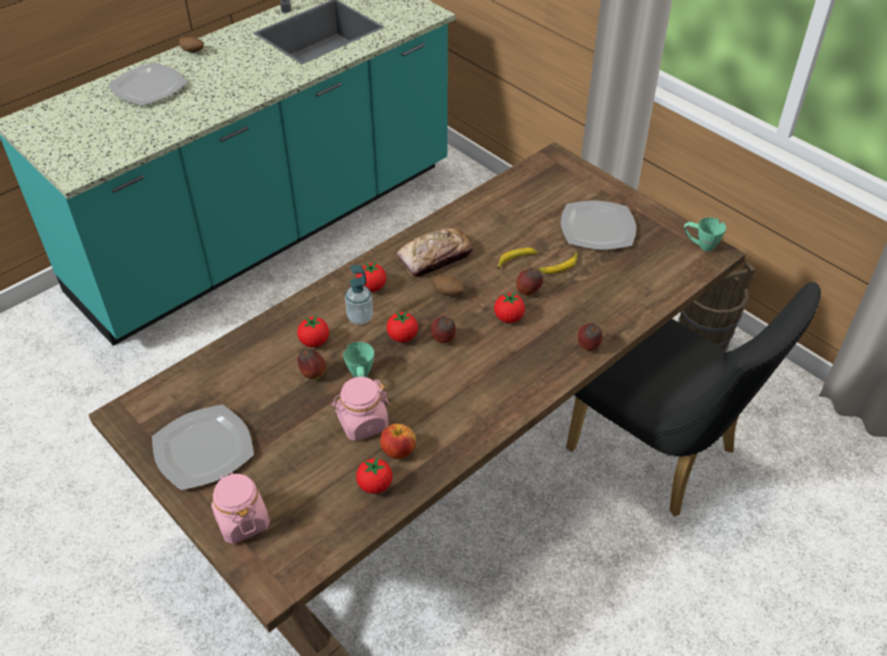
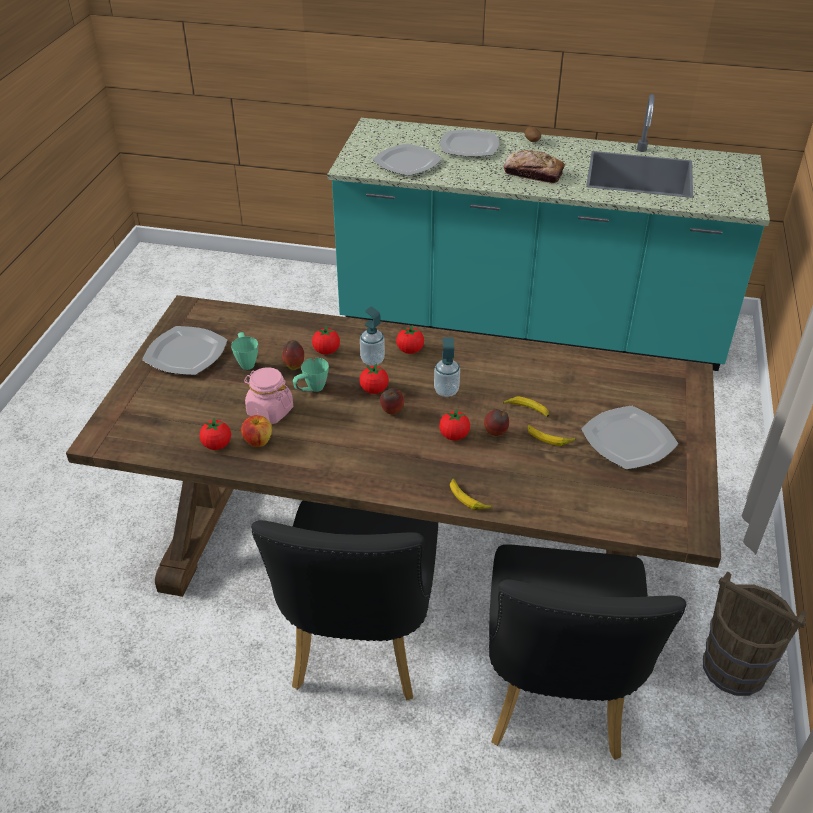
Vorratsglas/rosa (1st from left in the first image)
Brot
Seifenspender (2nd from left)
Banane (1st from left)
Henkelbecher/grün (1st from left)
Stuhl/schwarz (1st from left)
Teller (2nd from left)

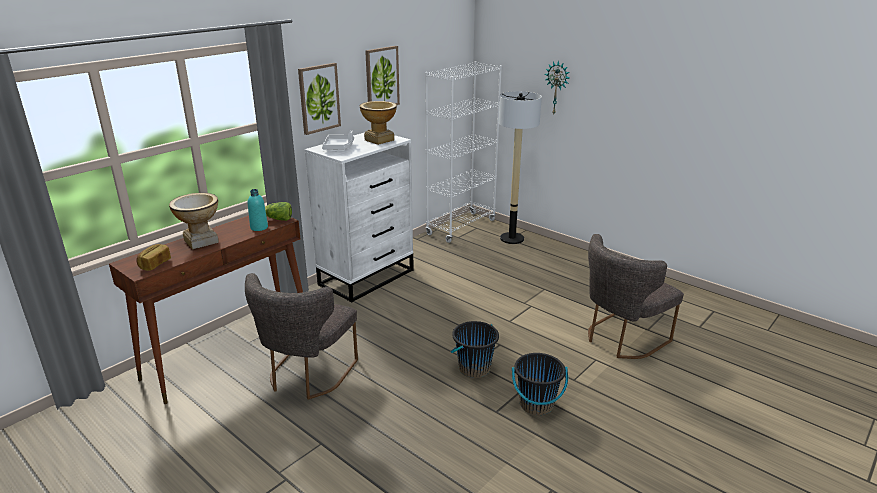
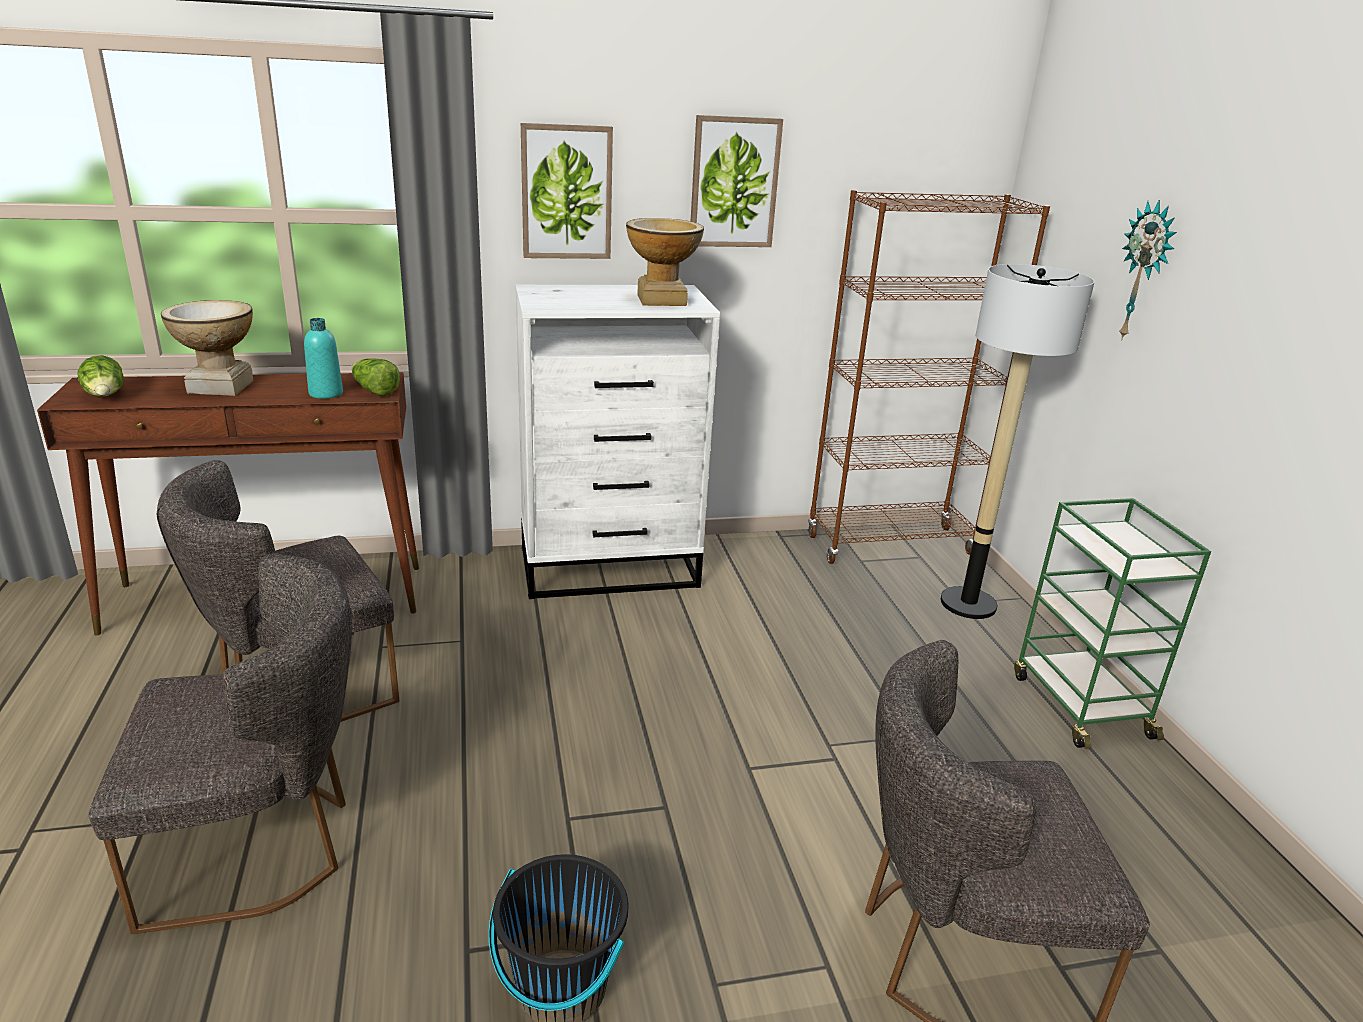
Salatkopf (1st from left)
Tablett/weiß
Bücherregal/braun
Eimer/schwarz (1st from left in the first image)
Stuhl/grau (1st from left)
Rollwagen/grün

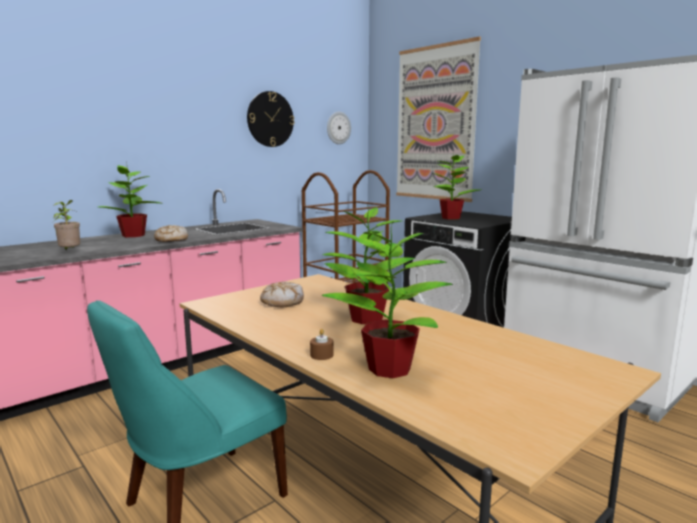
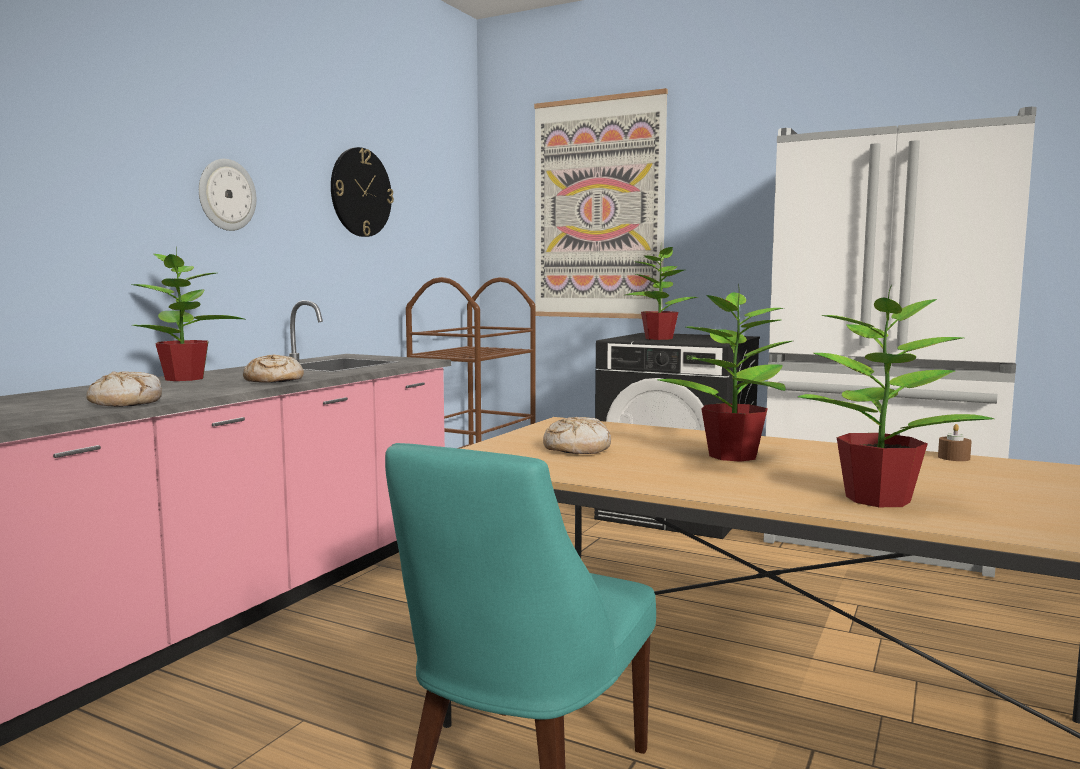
Brot (1st from left)
Kerze/braun
Wanduhr (1st from left)

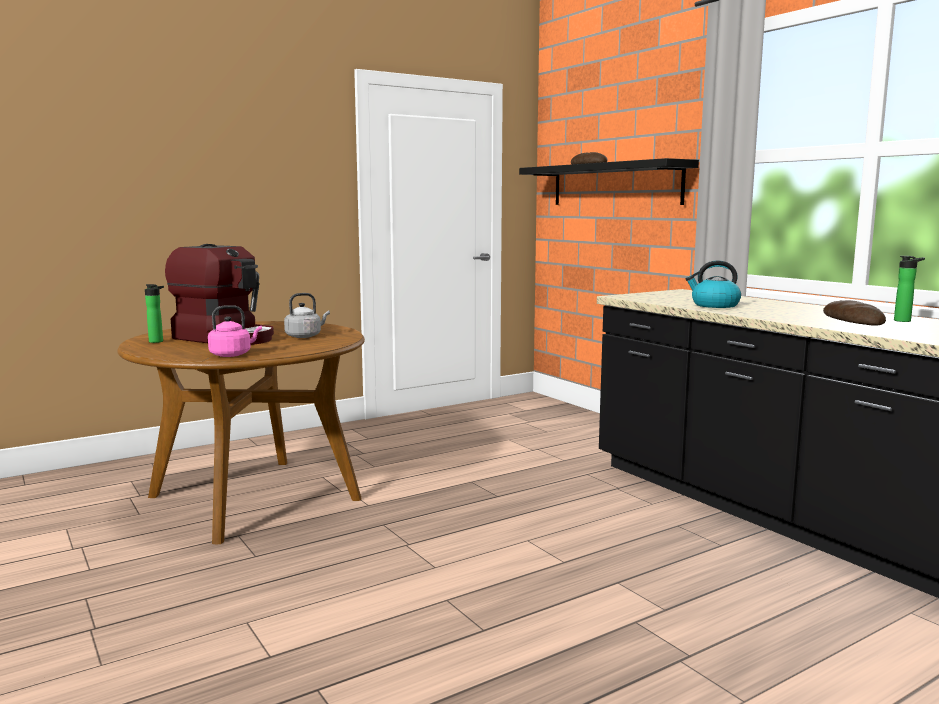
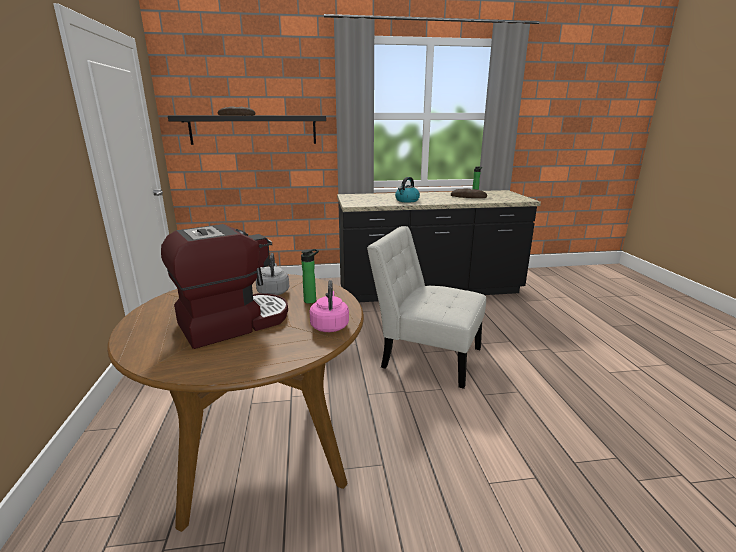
Flasche (1st from left)
Stuhl/weiß

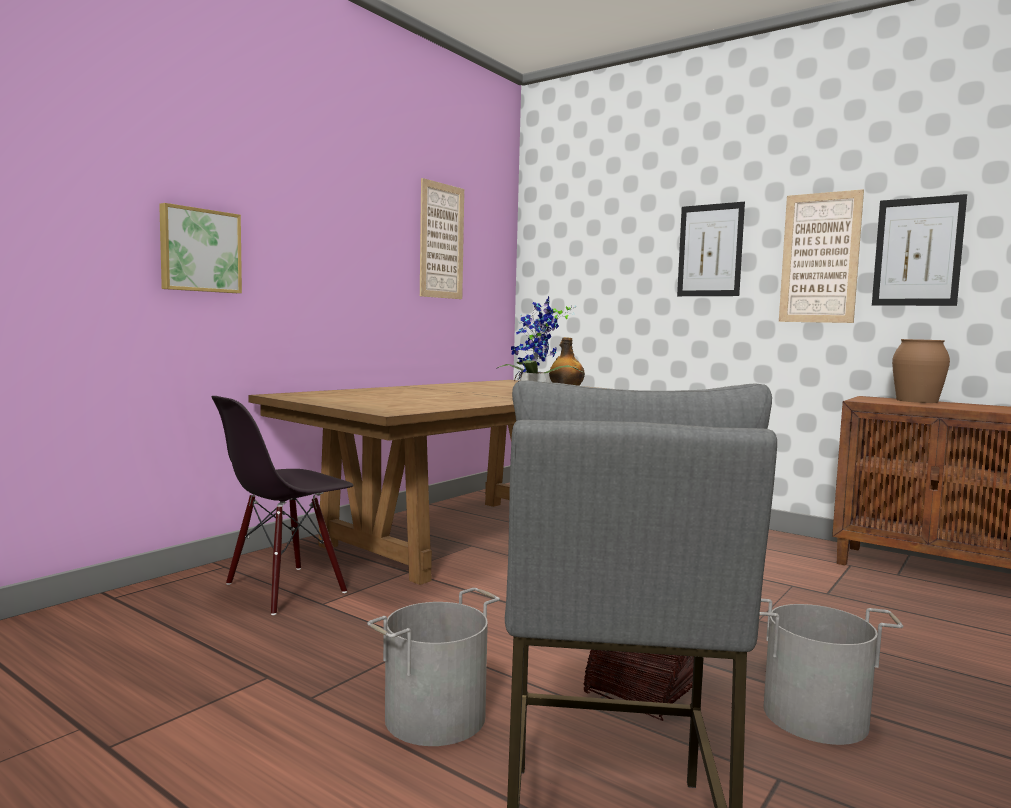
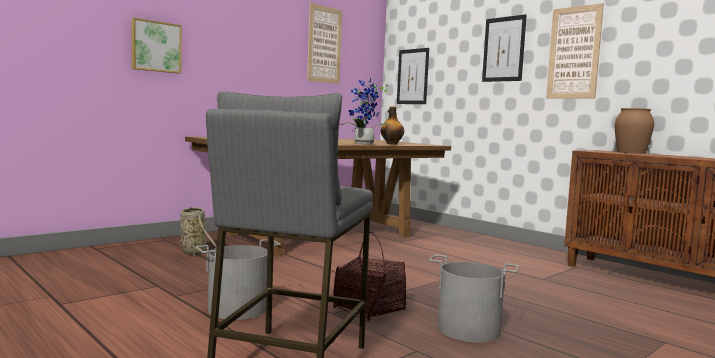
Korb (1st from left)
Bild (3rd from left)

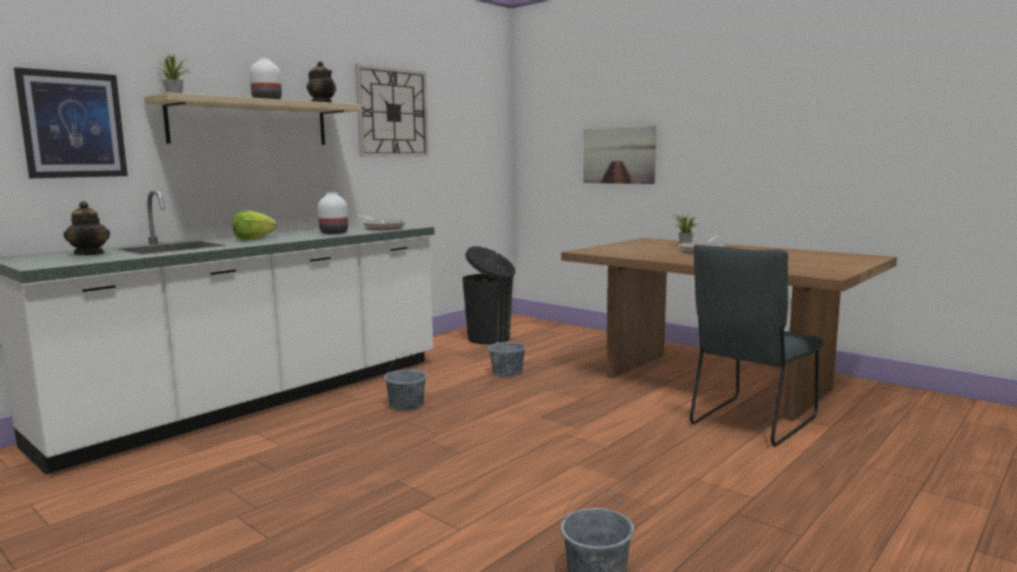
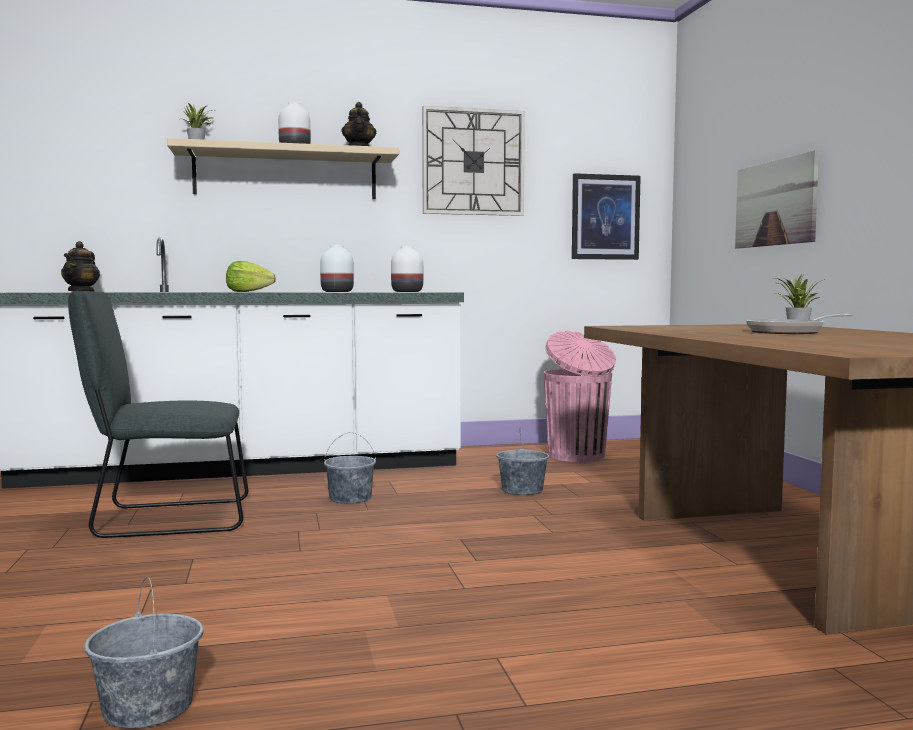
Bild (1st from left)
Vase/weiß (3rd from left)
Mülleimer/rosa
Stuhl/grau

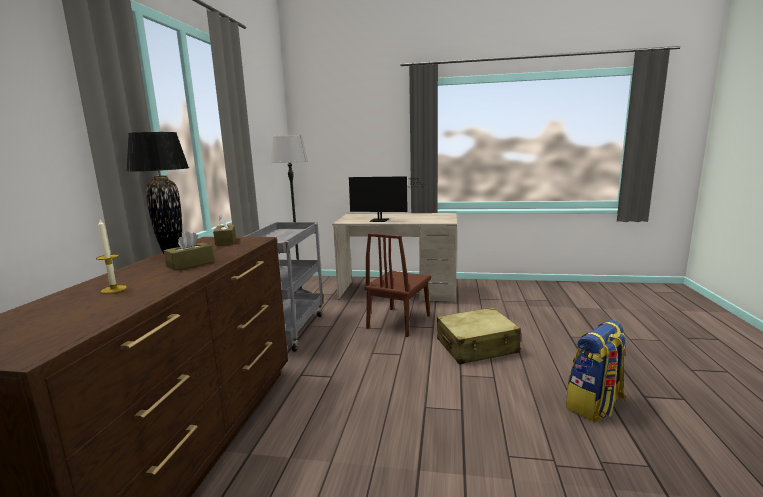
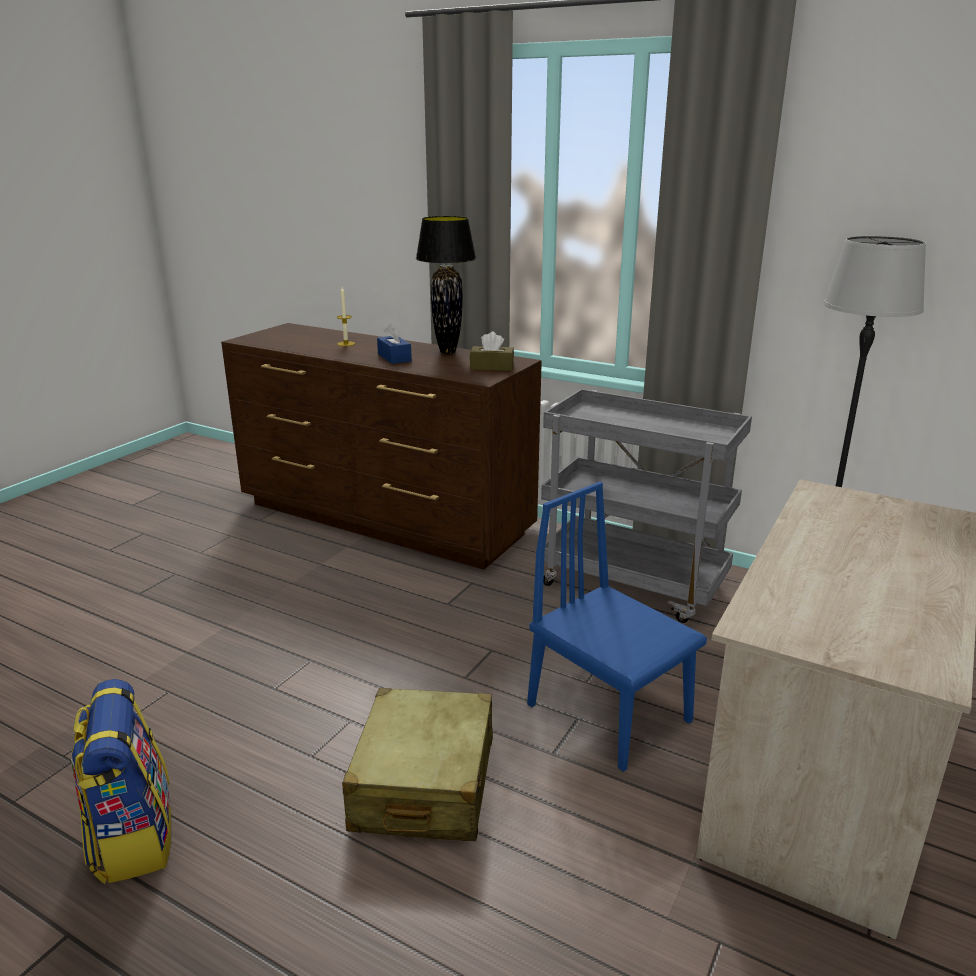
Taschentuchbox/blau
Monitor
Stuhl/blau

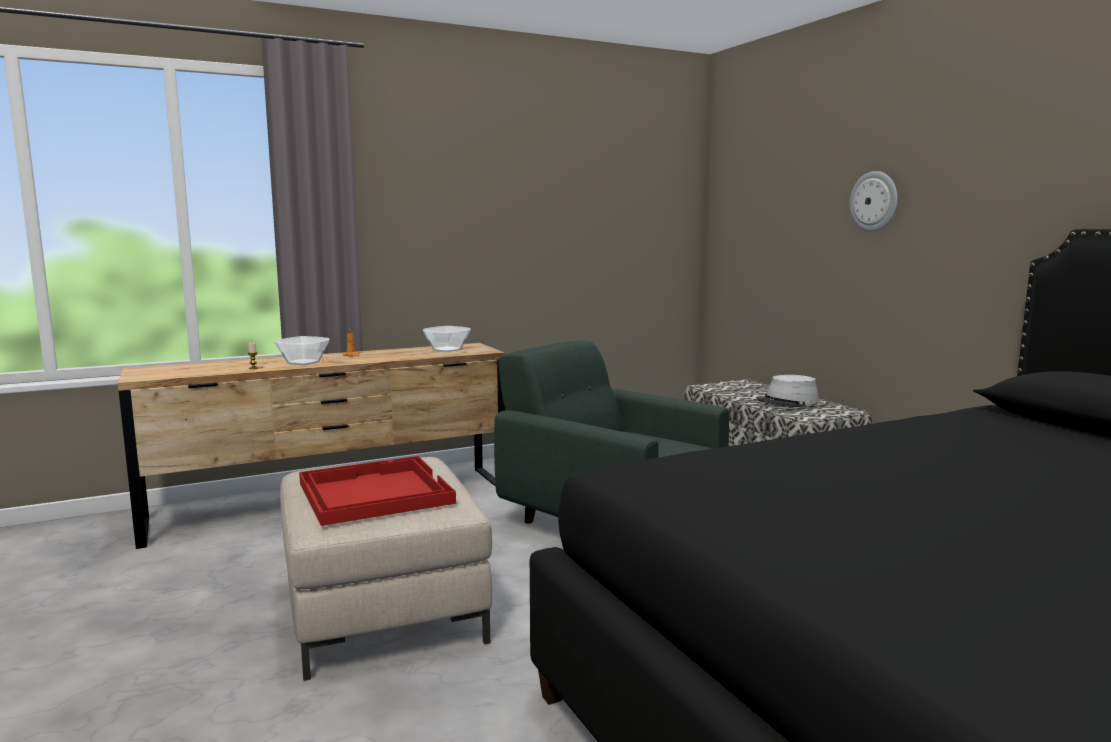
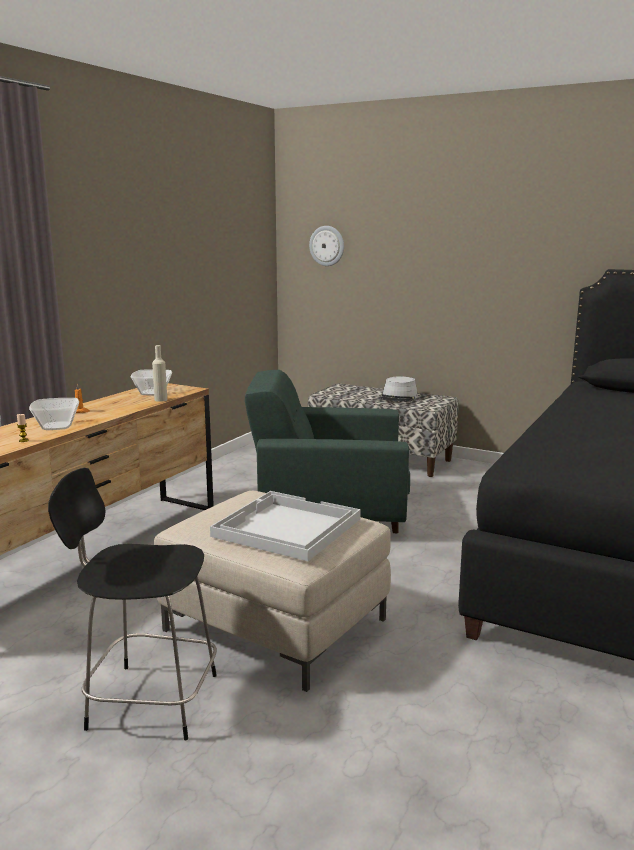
Tablett/weiß
Wanduhr
Stuhl/schwarz
Flasche/beige

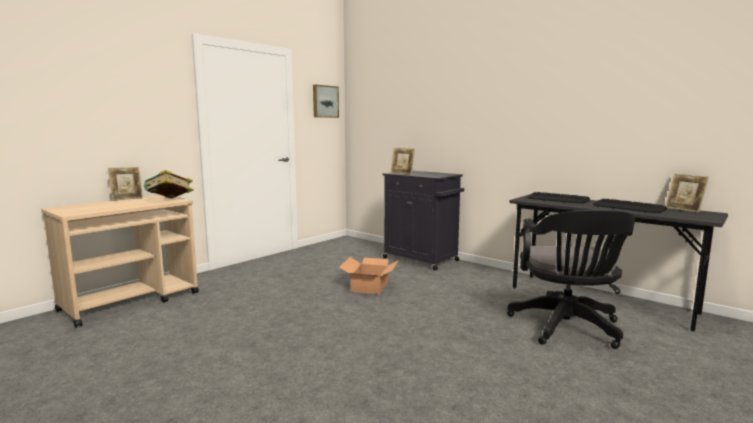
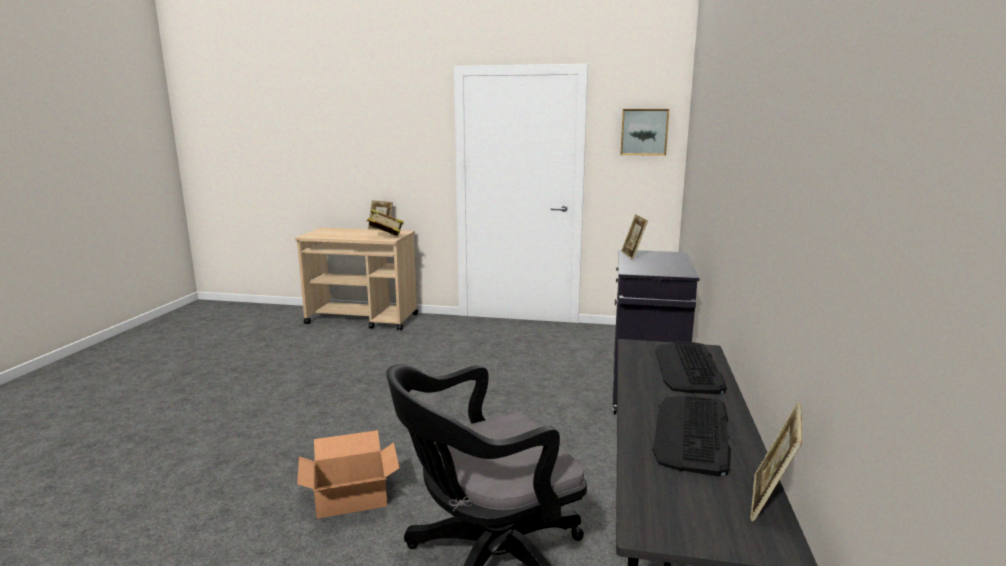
Karton

